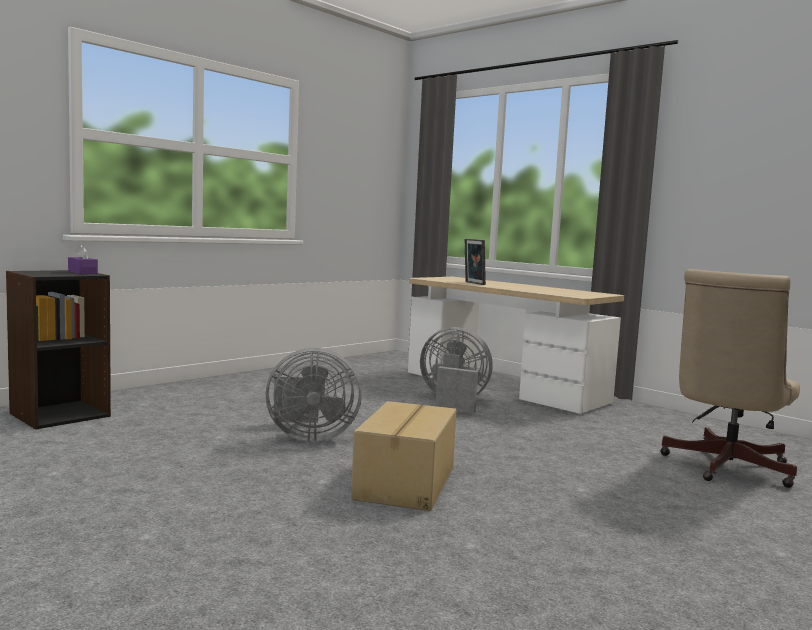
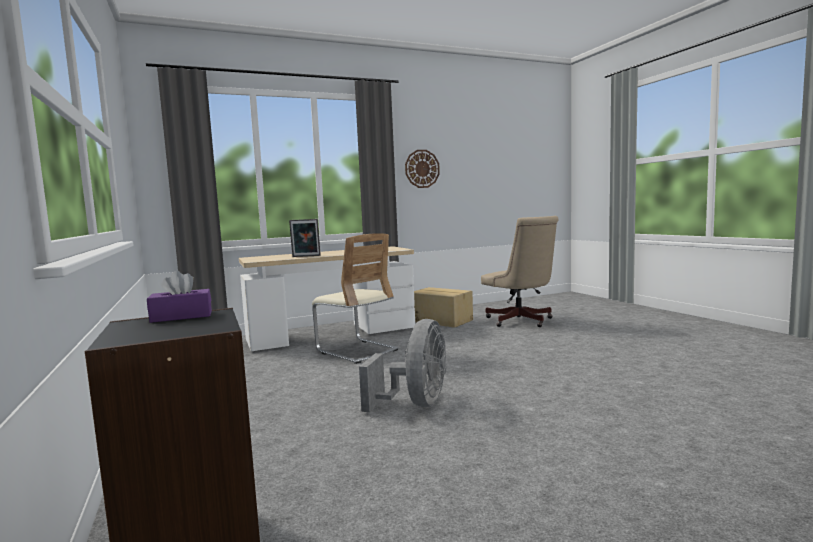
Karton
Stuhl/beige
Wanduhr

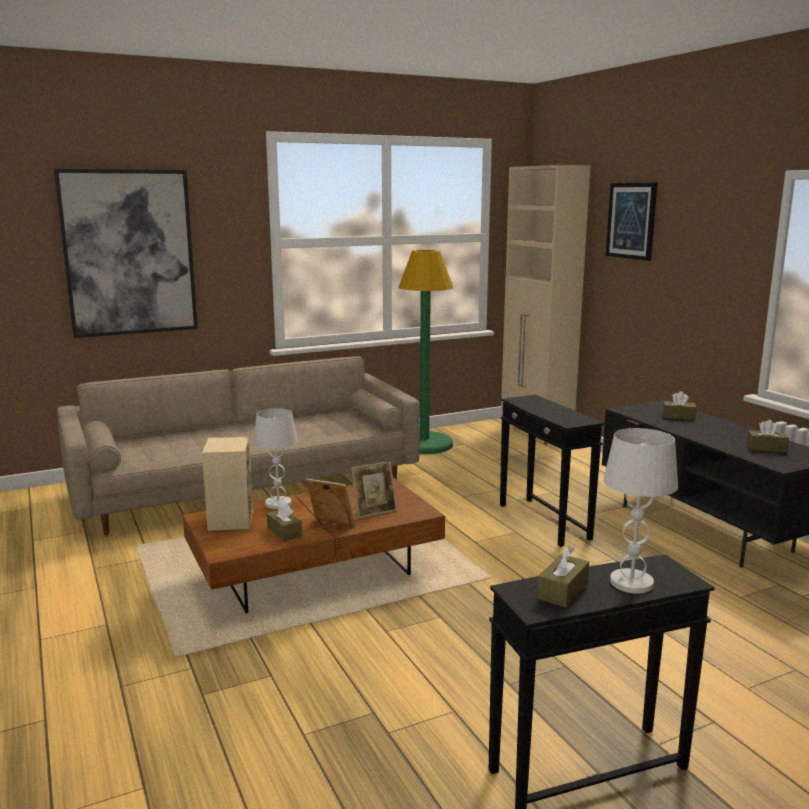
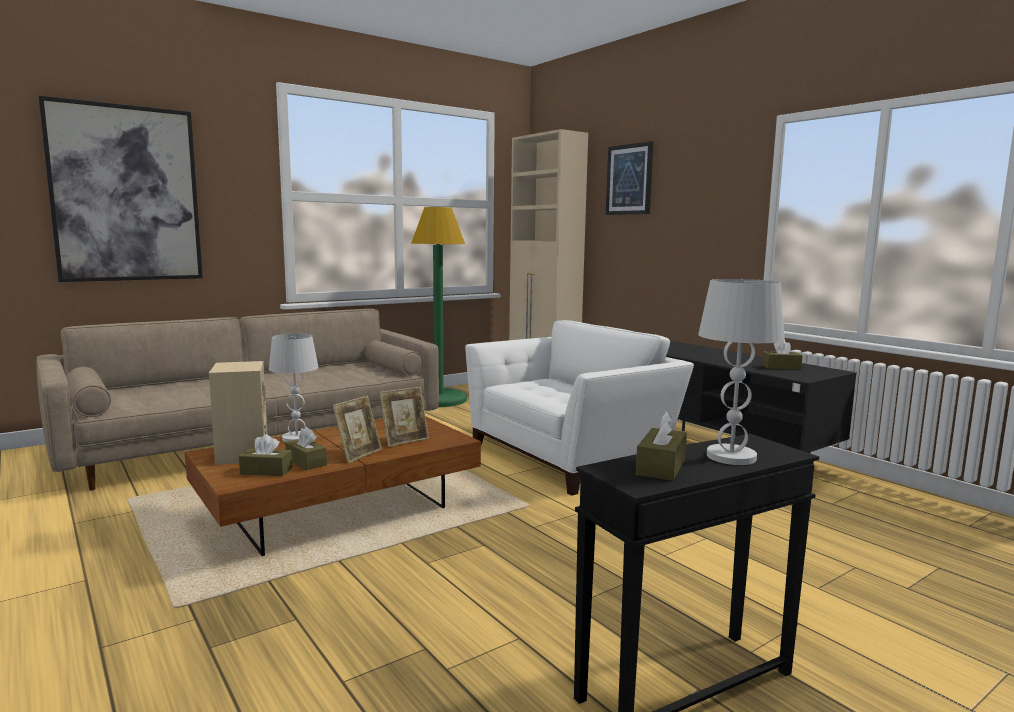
Bilderrahmen (1st from left)
Sessel/weiß
Taschentuchbox/braun (1st from left)

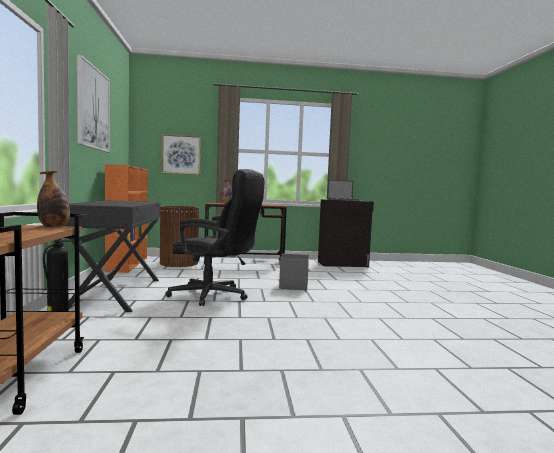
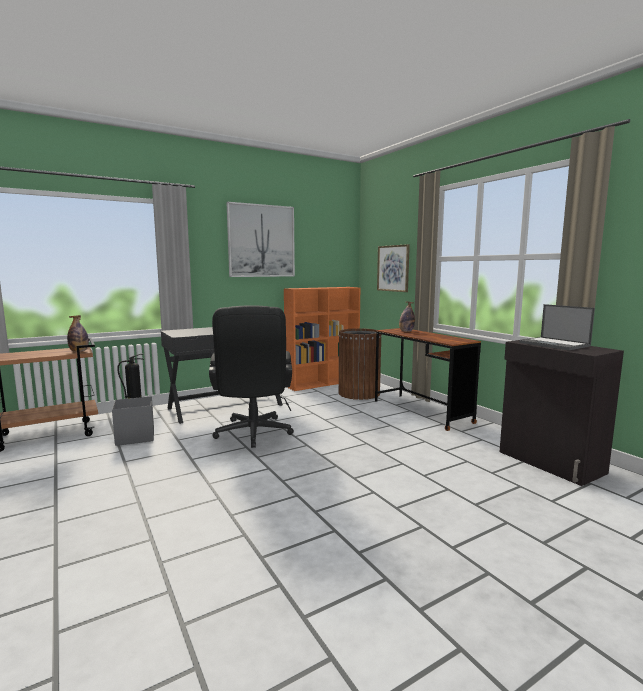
Aufbewahrungsbox/grau

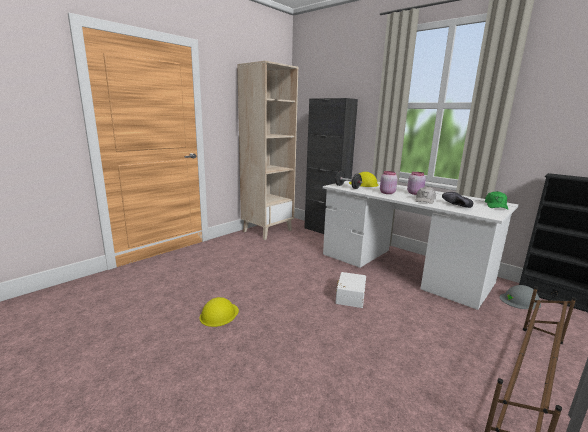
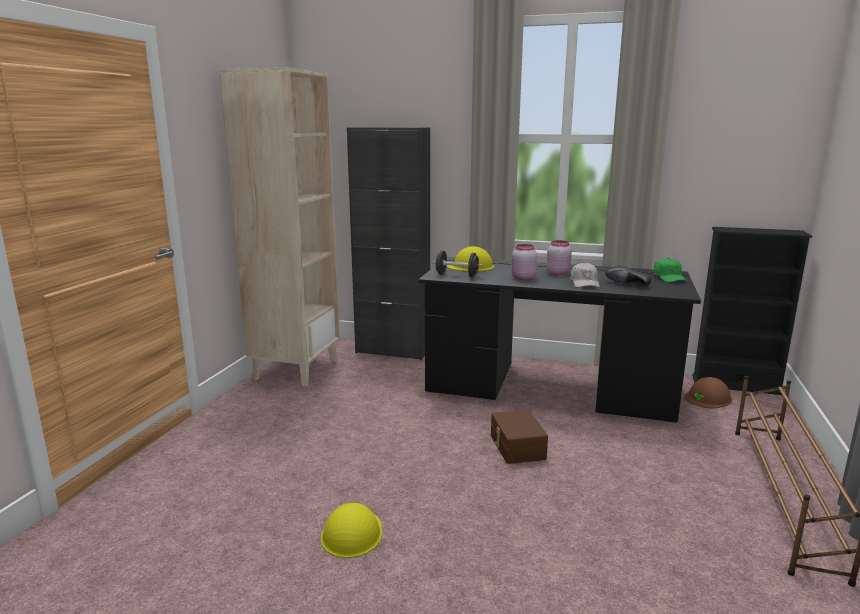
Schreibtisch/schwarz
Aufbewahrungsbox/braun
Schutzhelm/braun

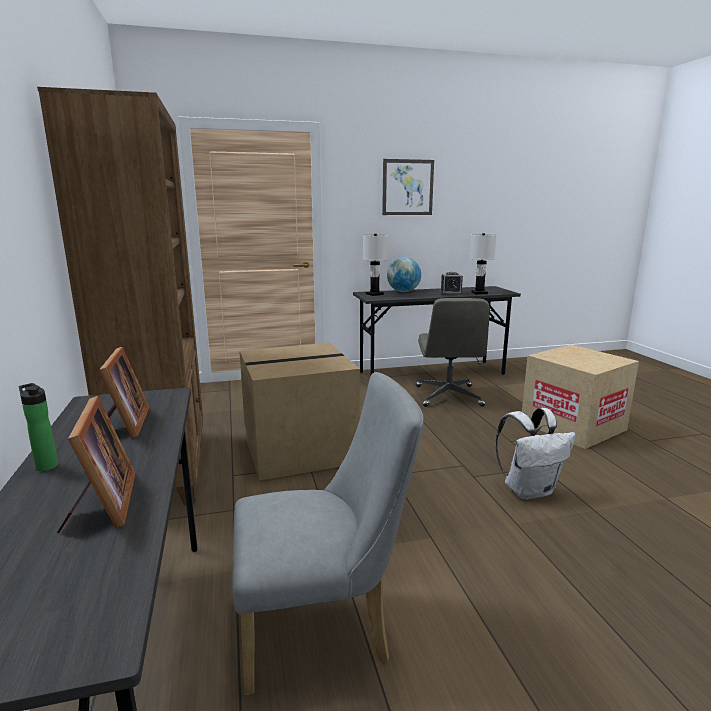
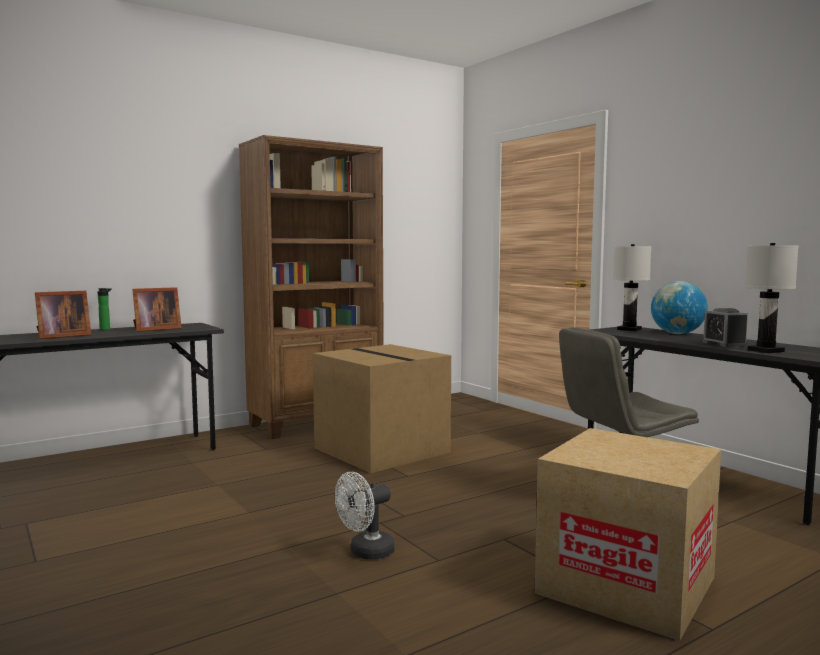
Stuhl/grau
Bild
Ventilator/weiß

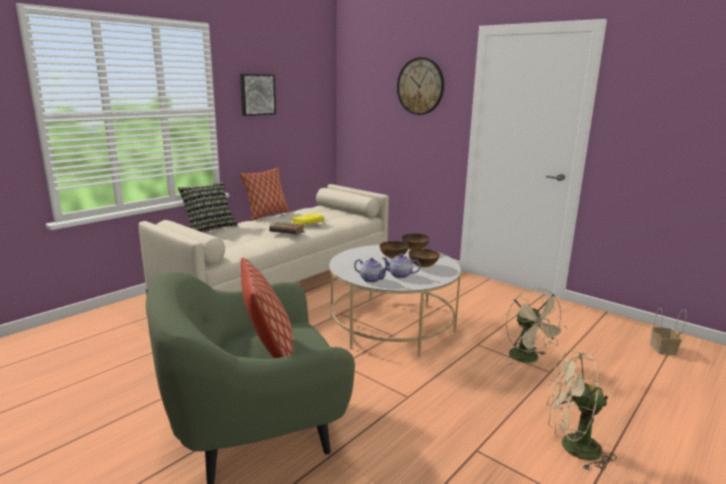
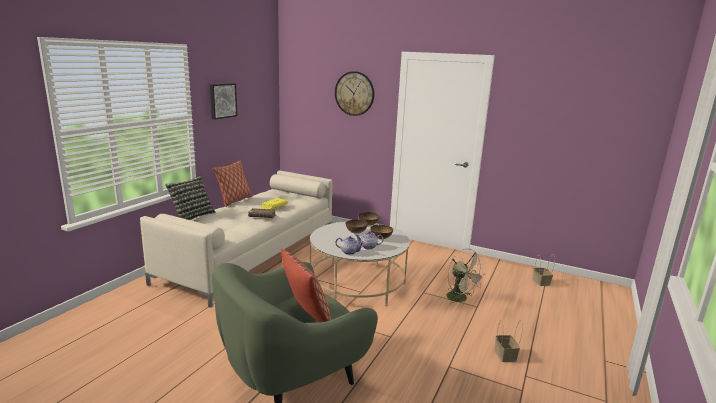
Korb (1st from left)

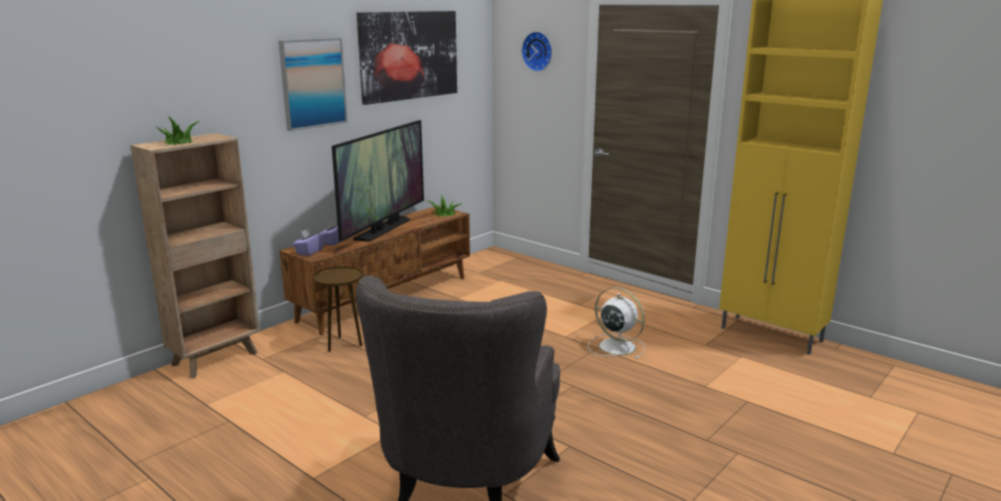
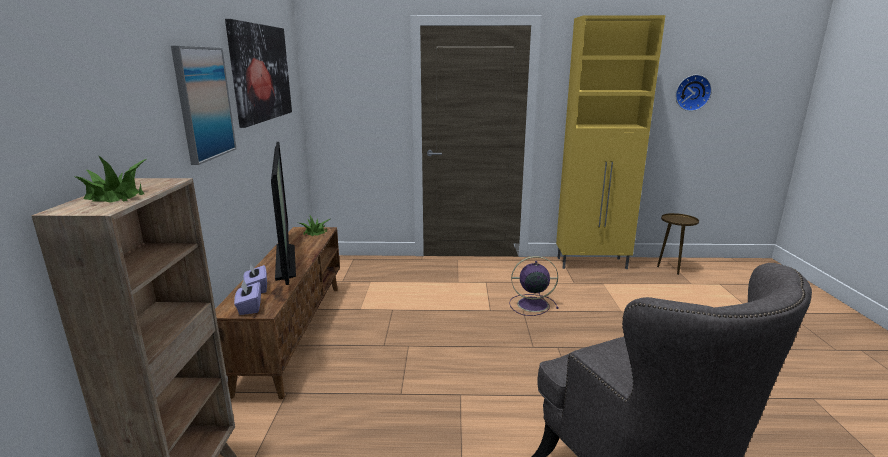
Beistelltisch/braun
Wanduhr
Ventilator/lila

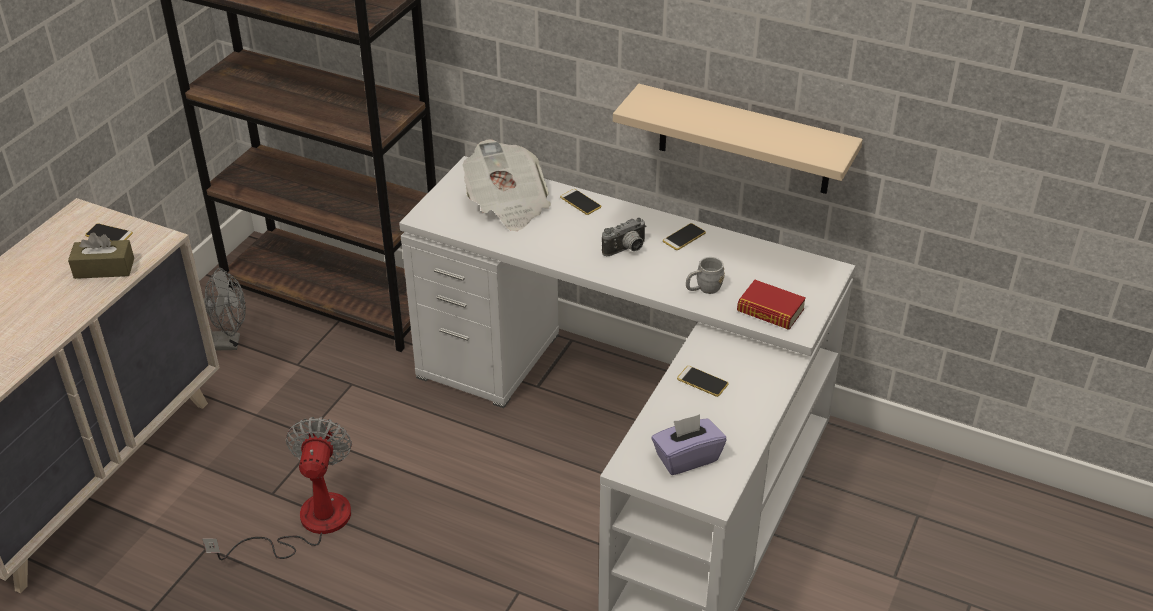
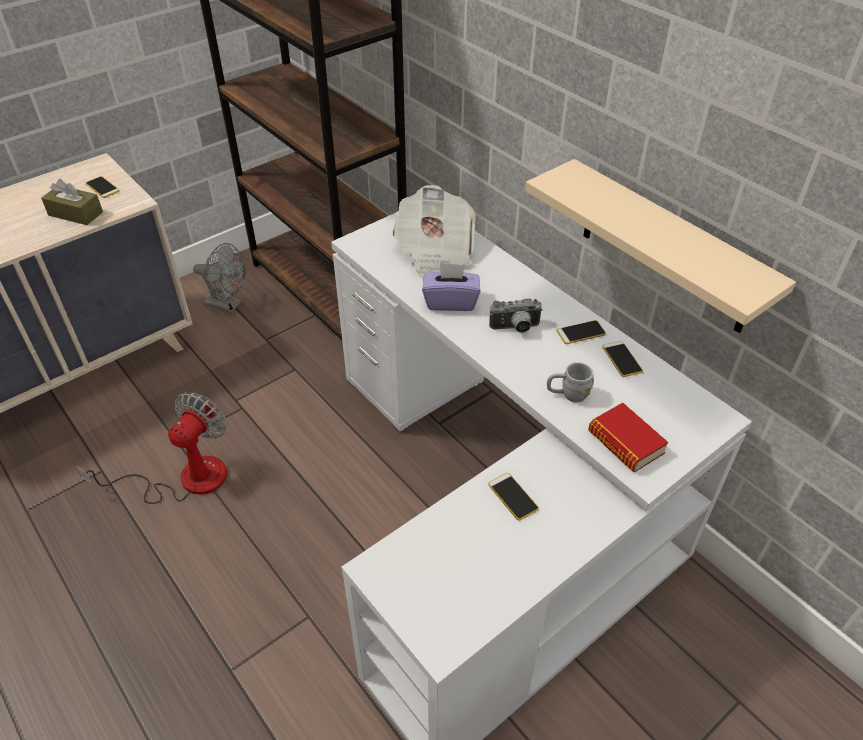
Handy (4th from left)
Taschentuchbox/lila

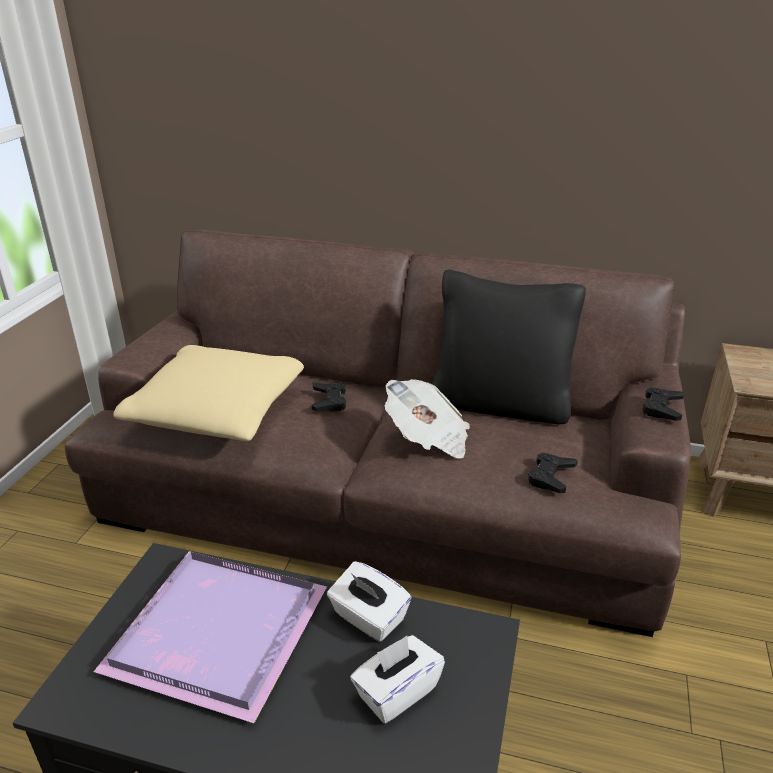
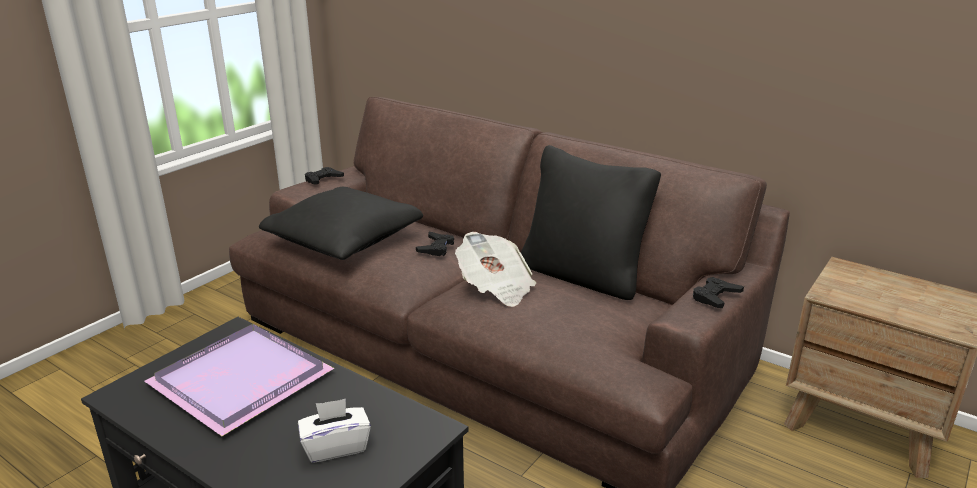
Kissen/schwarz (1st from left)
Taschentuchbox/weiß (1st from left in the first image)
Gamepad/schwarz (1st from left)

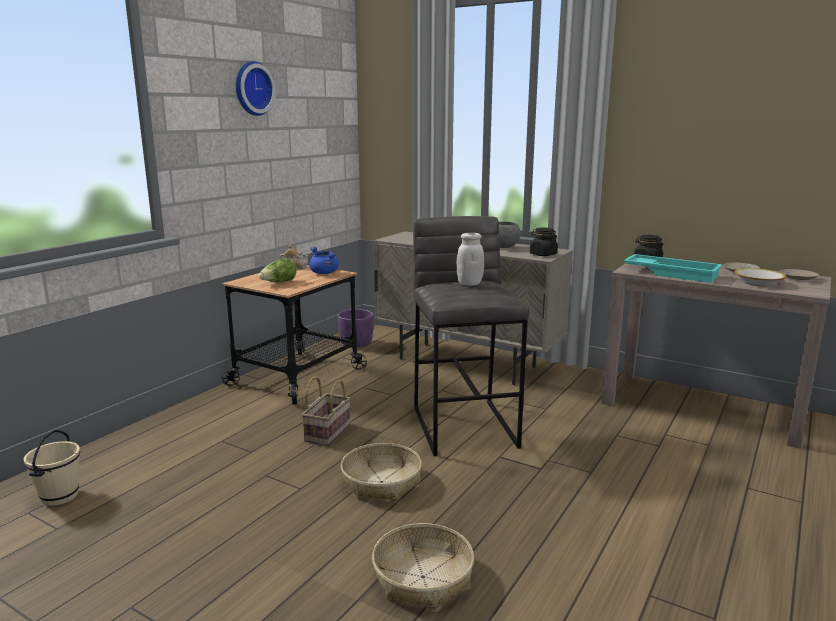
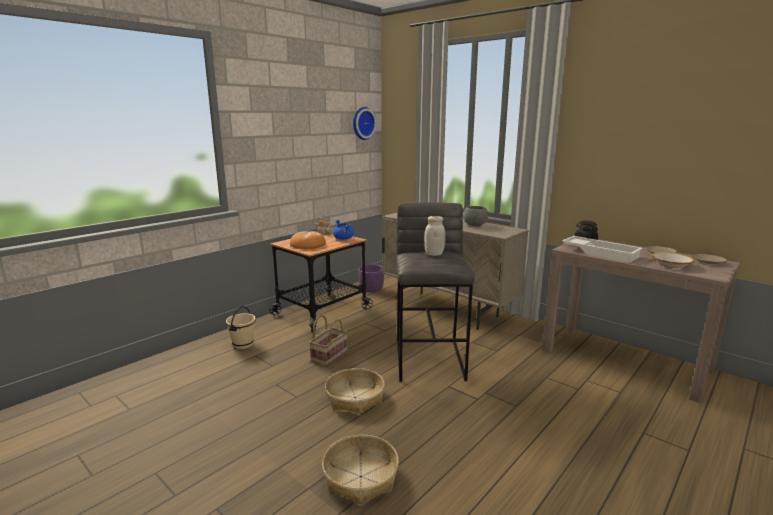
Eimer/beige
Wanduhr
Brot
Vorratsglas/schwarz (1st from left in the first image)
Tablett/weiß

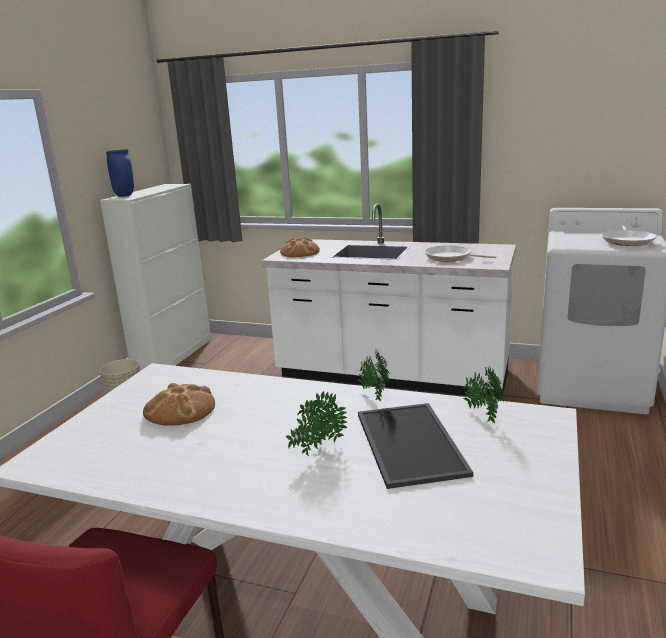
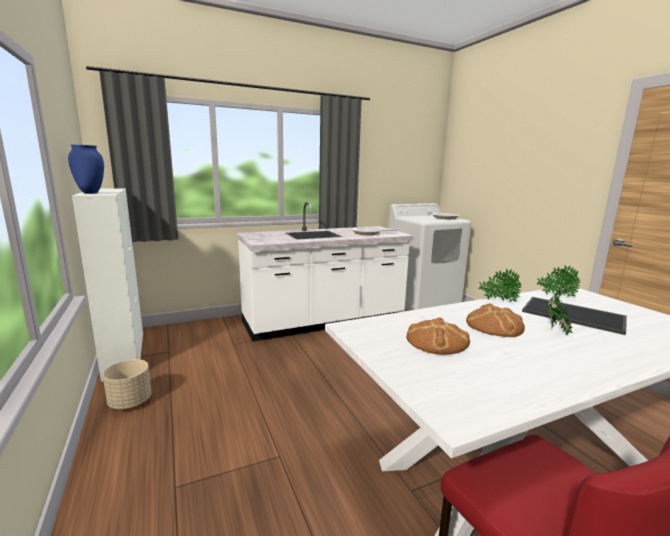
Brot (2nd from left)

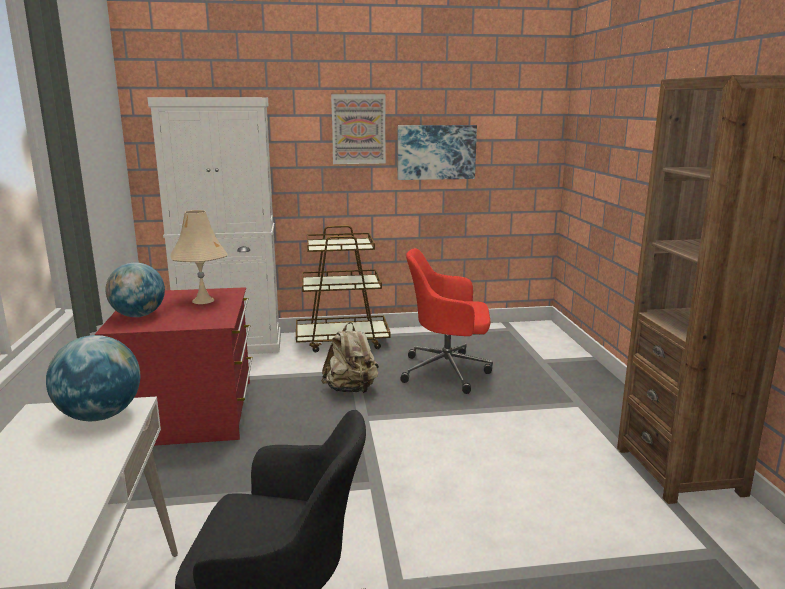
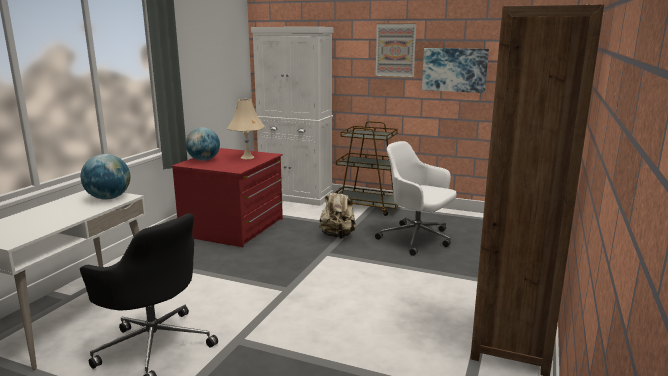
Bürostuhl/weiß

